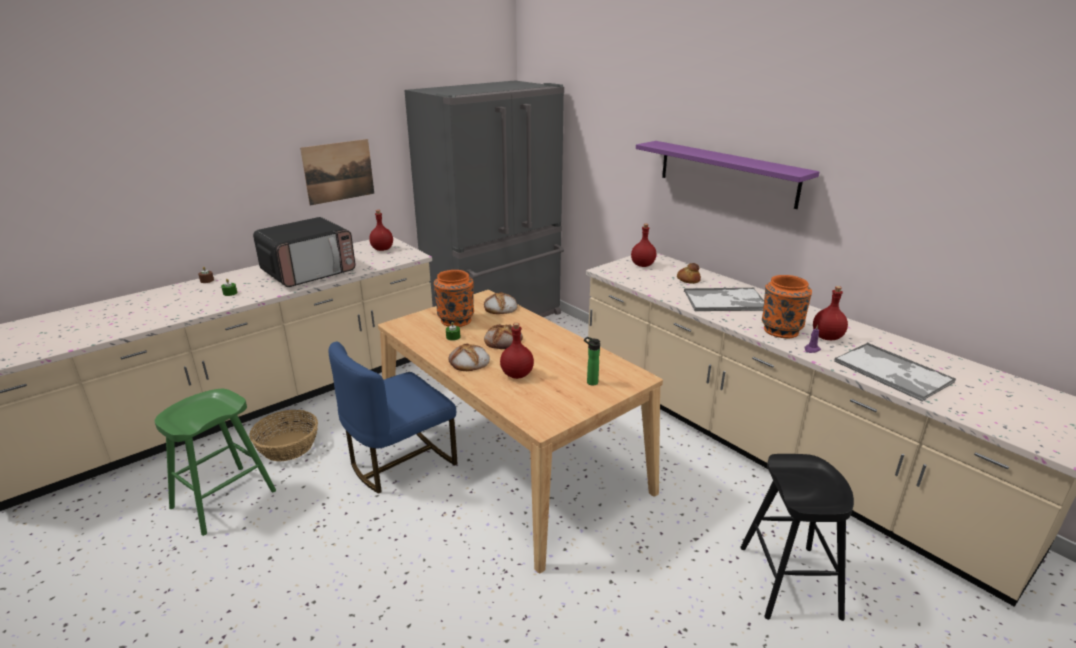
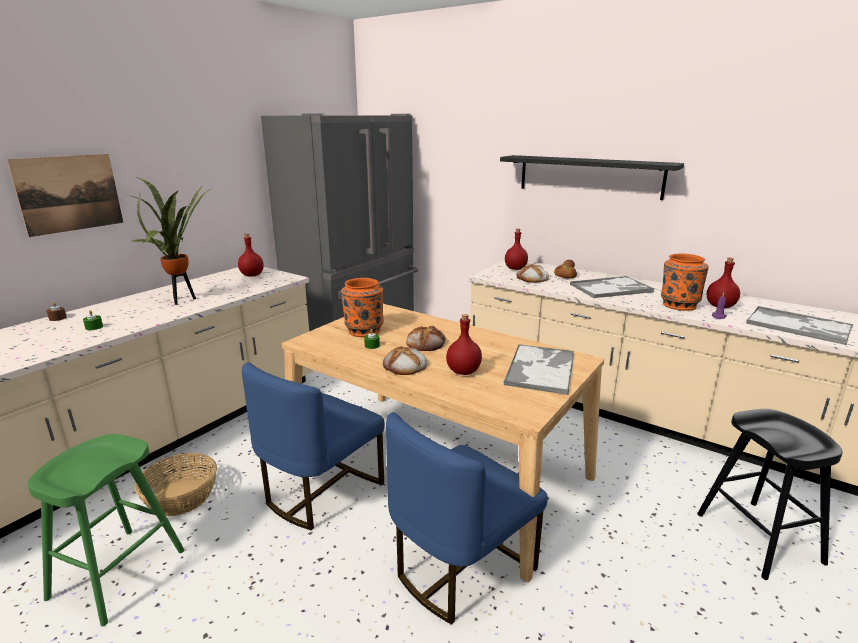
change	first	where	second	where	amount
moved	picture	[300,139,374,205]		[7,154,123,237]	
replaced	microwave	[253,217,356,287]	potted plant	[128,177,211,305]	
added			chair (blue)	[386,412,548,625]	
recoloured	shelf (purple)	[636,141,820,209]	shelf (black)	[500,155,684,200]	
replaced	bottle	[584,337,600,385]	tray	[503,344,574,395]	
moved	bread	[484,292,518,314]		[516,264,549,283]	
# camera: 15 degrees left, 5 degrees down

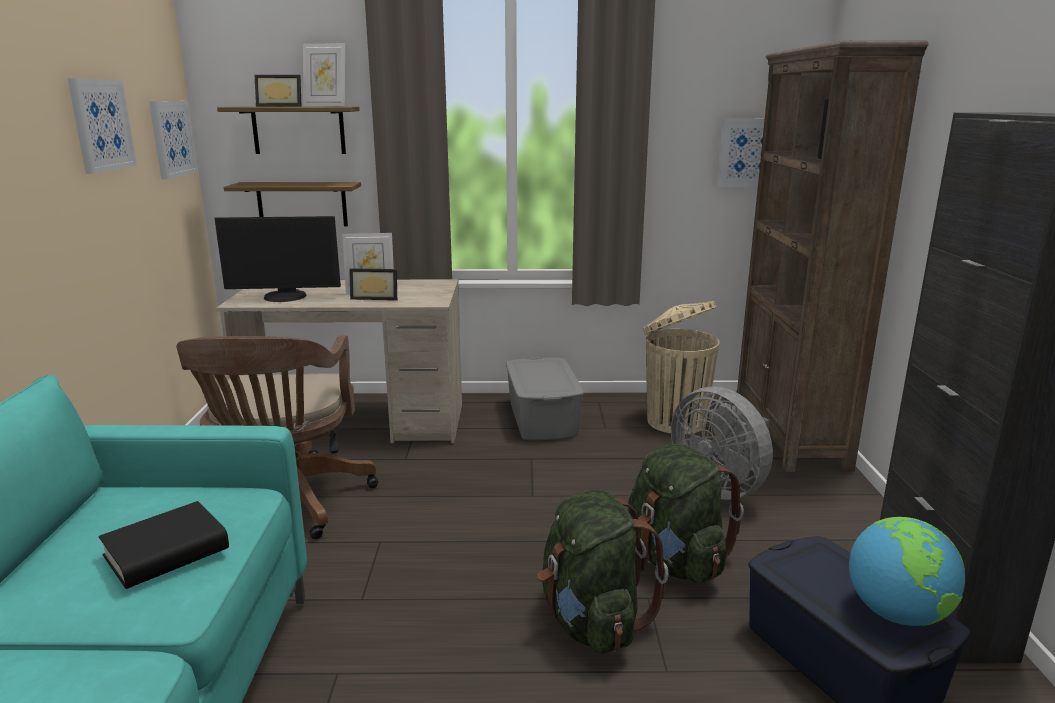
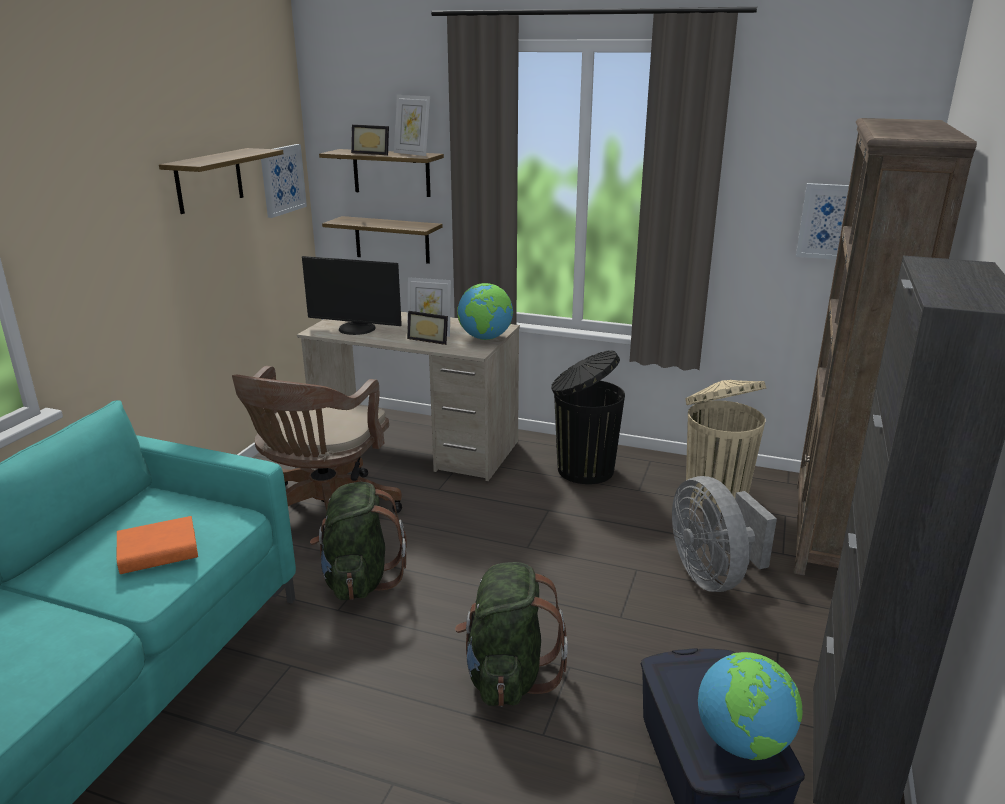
change	first	where	second	where	amount
recoloured	book (black)	[99,501,229,589]	book (orange)	[117,516,198,574]	
replaced	picture	[68,78,137,174]	shelf	[159,148,284,214]	
moved	backpack (green)	[628,444,744,584]		[310,482,407,600]	
added			globe	[457,283,513,340]	
replaced	storage box (grey)	[506,357,584,440]	trash can (black)	[551,350,625,484]	
# camera: 20 degrees right, 5 degrees up

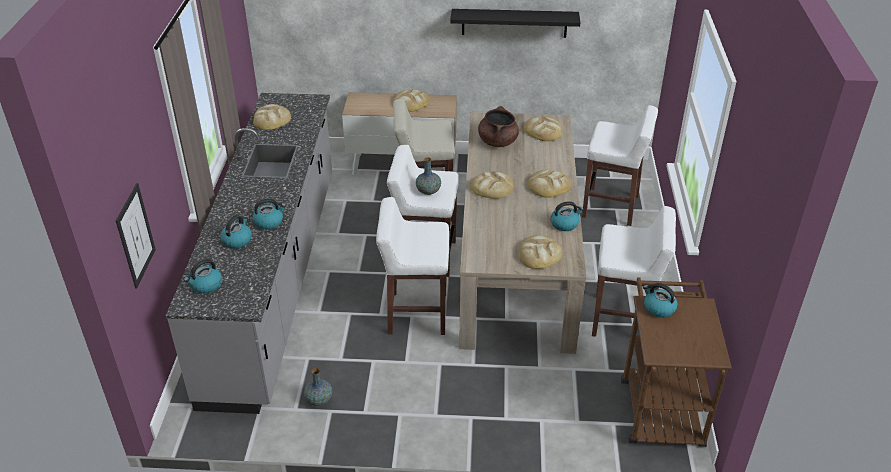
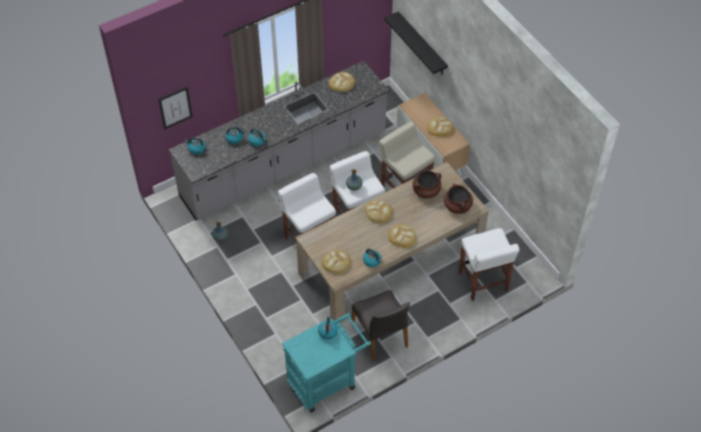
change	first	where	second	where	amount
recoloured	cart (brown)	[621,277,732,447]	cart (turquoise)	[282,313,371,412]	
replaced	stool (white)	[592,206,676,337]	chair (grey)	[351,290,410,361]	
moved	shelf (black)	[450,9,580,38]		[384,11,448,75]	
replaced	bread	[524,116,562,141]	cooking pot (brown)	[444,183,473,214]	
# camera: 55 degrees right, 15 degrees up

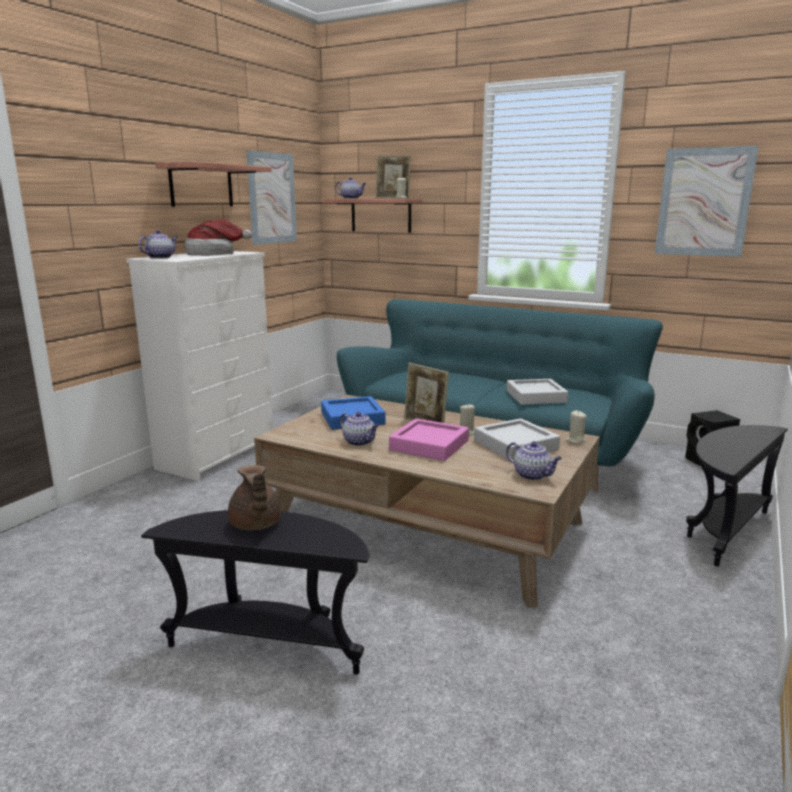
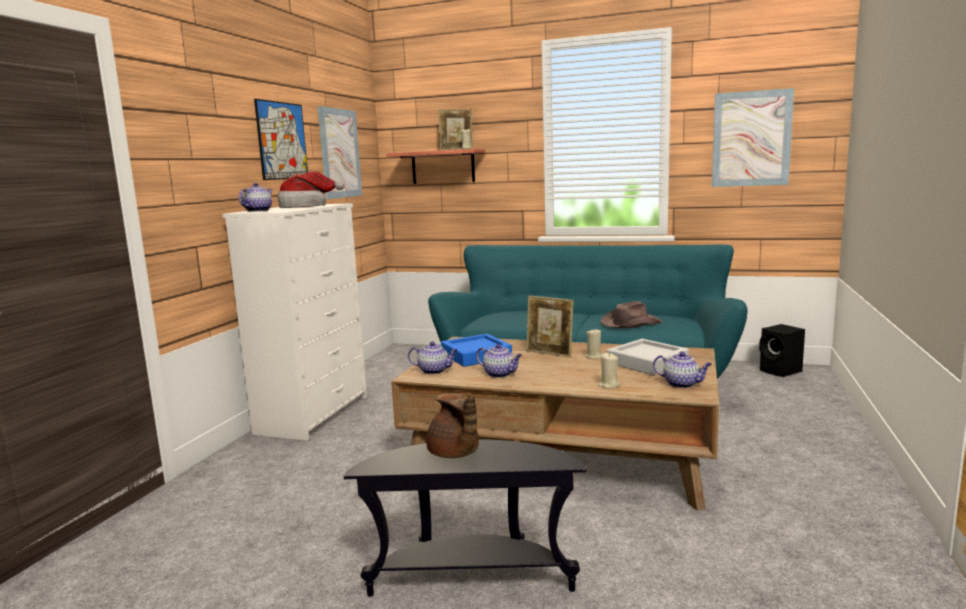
change	first	where	second	where	amount
replaced	shelf	[155,162,272,207]	picture	[254,99,308,180]	
moved	teapot	[335,177,366,199]		[408,342,458,374]	
moved	candle (beige)	[565,410,587,444]		[598,353,620,388]	
replaced	tray (grey)	[506,379,568,405]	hat (brown)	[600,301,662,328]	
removed	tray (pink)	[389,418,469,461]			
removed	side table (black)	[686,425,788,567]			
# camera: 10 degrees left, 5 degrees down

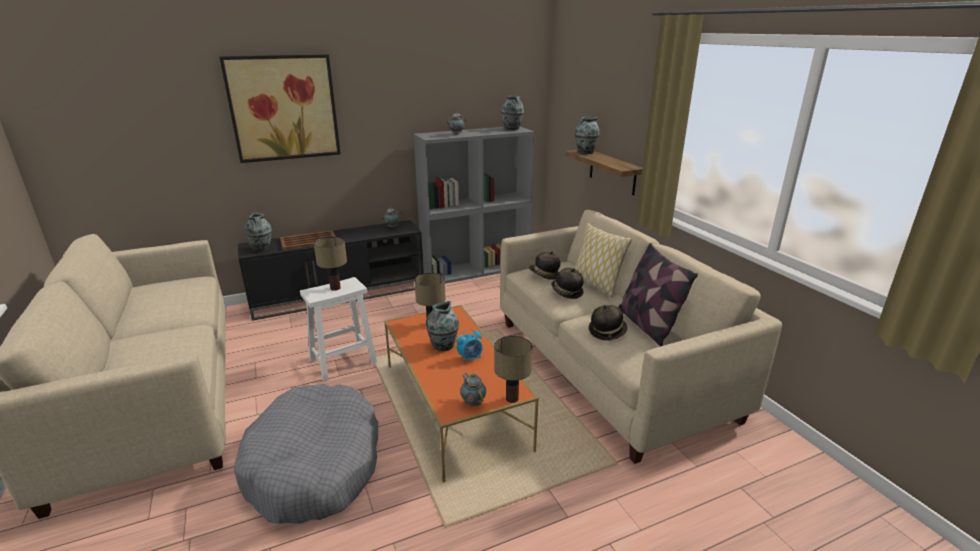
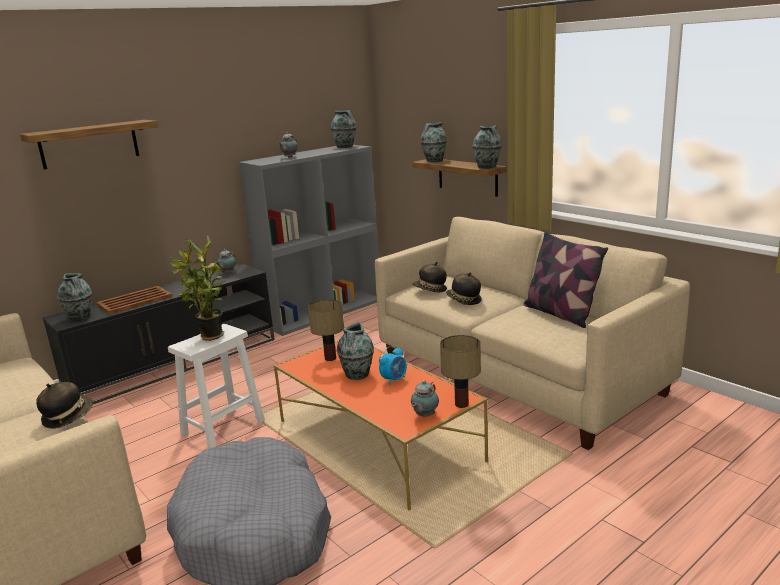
change	first	where	second	where	amount
replaced	picture	[219,54,341,163]	shelf	[20,120,158,170]	
moved	hat	[589,305,627,341]		[36,382,93,429]	
replaced	table lamp	[314,237,347,291]	potted plant	[170,236,226,341]	
turned	teapot	[460,373,486,406]		[411,380,439,417]	105 degrees counterclockwise
added			vase	[473,126,502,169]	
removed	pillow	[574,223,632,297]			
# camera: 15 degrees left, 5 degrees down

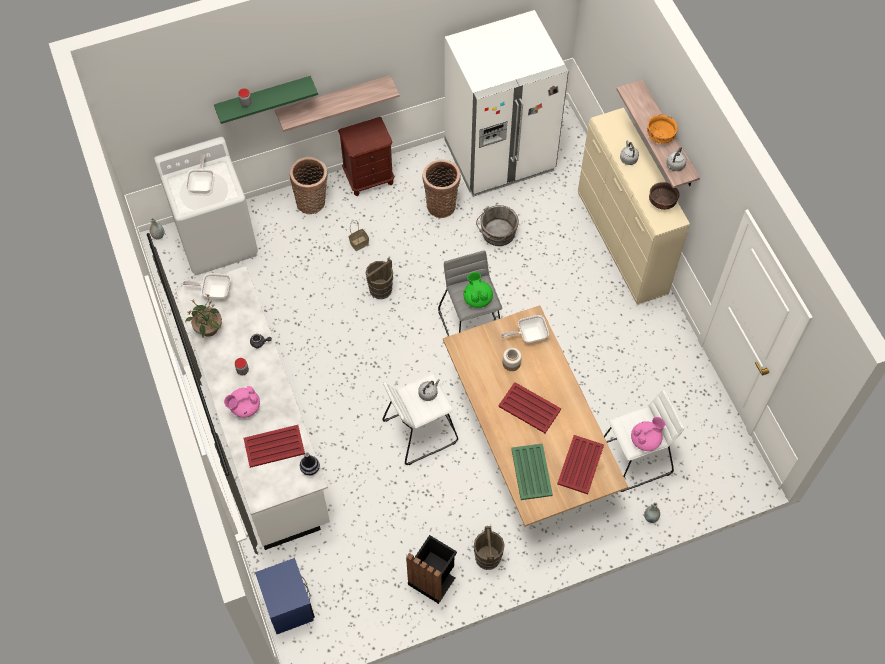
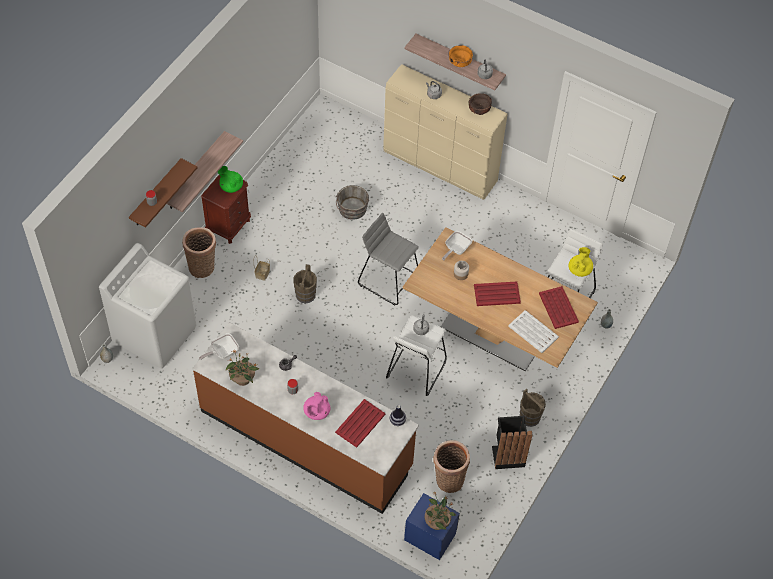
change	first	where	second	where	amount
recoloured	shelf (green)	[214,76,318,124]	shelf (brown)	[129,158,198,228]	
recoloured	counter (white)	[175,266,330,550]	counter (brown)	[192,322,419,514]	
moved	teapot (green)	[463,272,493,308]		[218,166,243,193]	
added			potted plant	[425,492,456,530]	
moved	basket	[423,159,460,218]		[433,440,470,493]	
recoloured	tray (green)	[511,443,553,500]	tray (white)	[508,310,559,353]	
recoloured	teapot (pink)	[631,417,665,451]	teapot (yellow)	[569,247,593,277]	
removed	frying pan	[186,154,214,194]			
removed	fridge (white)	[445,10,569,197]			
# camera: 40 degrees left, 5 degrees down

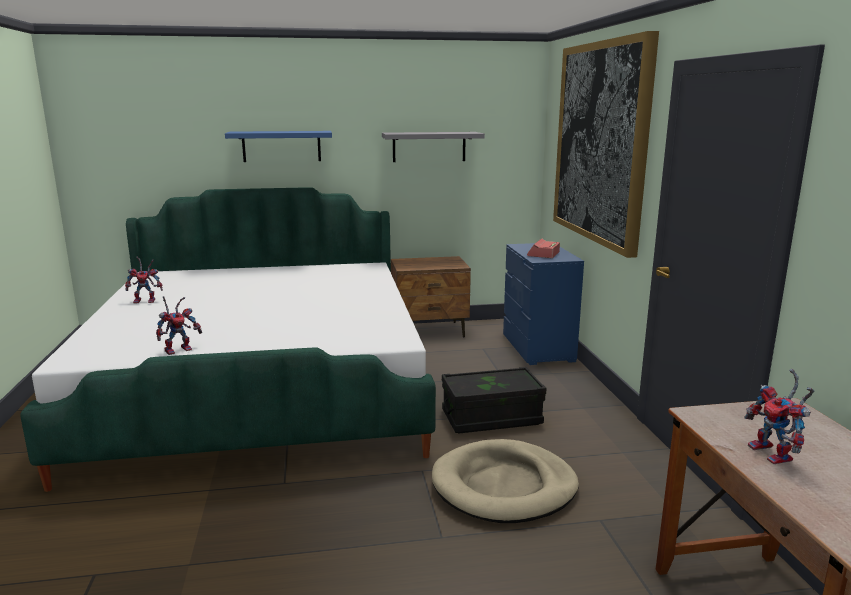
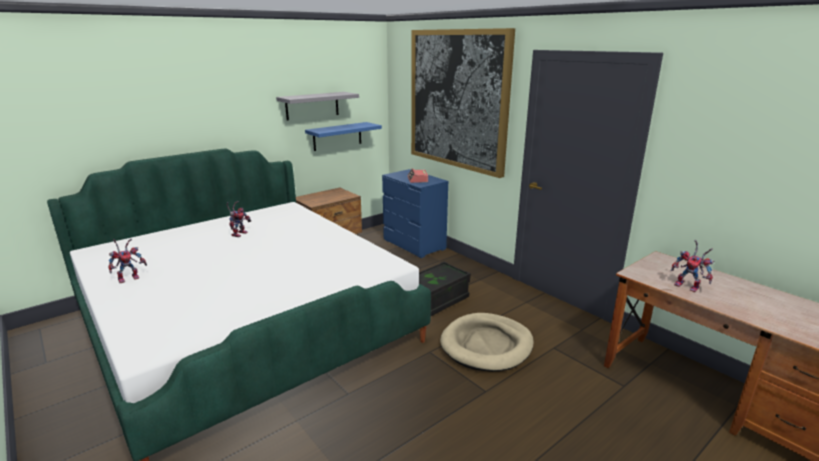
change	first	where	second	where	amount
moved	toy robot	[156,296,202,355]		[227,201,251,237]	
moved	shelf (blue)	[225,131,332,162]		[305,122,382,151]	
# camera: 30 degrees left, 5 degrees up

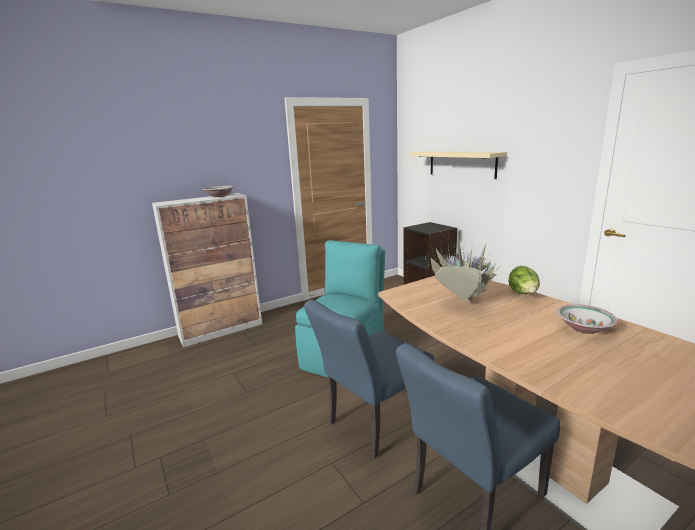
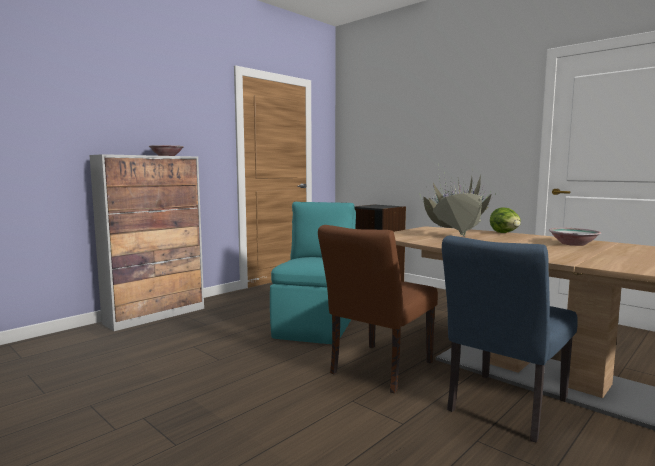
change	first	where	second	where	amount
recoloured	chair (blue)	[304,300,434,459]	chair (brown)	[318,225,438,393]	
removed	shelf (beige)	[410,151,507,179]			
# camera: 15 degrees left, 10 degrees down

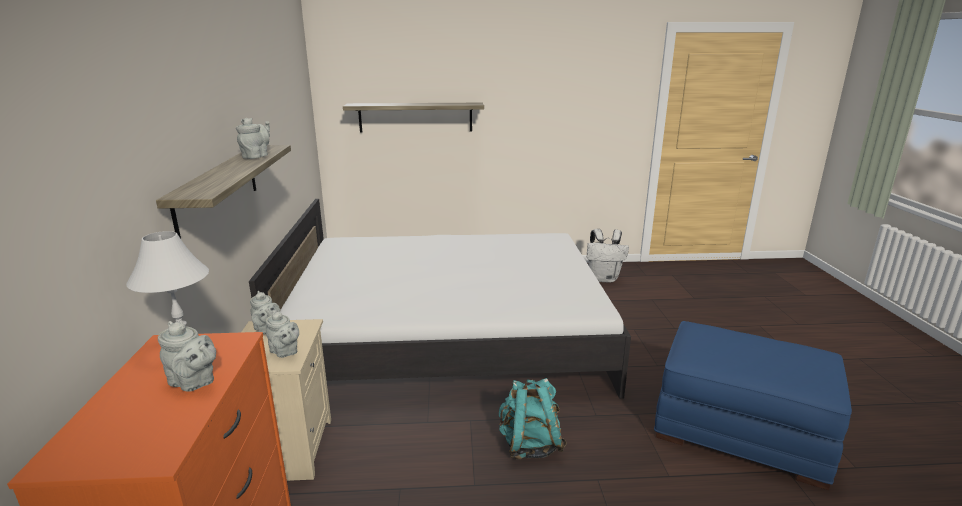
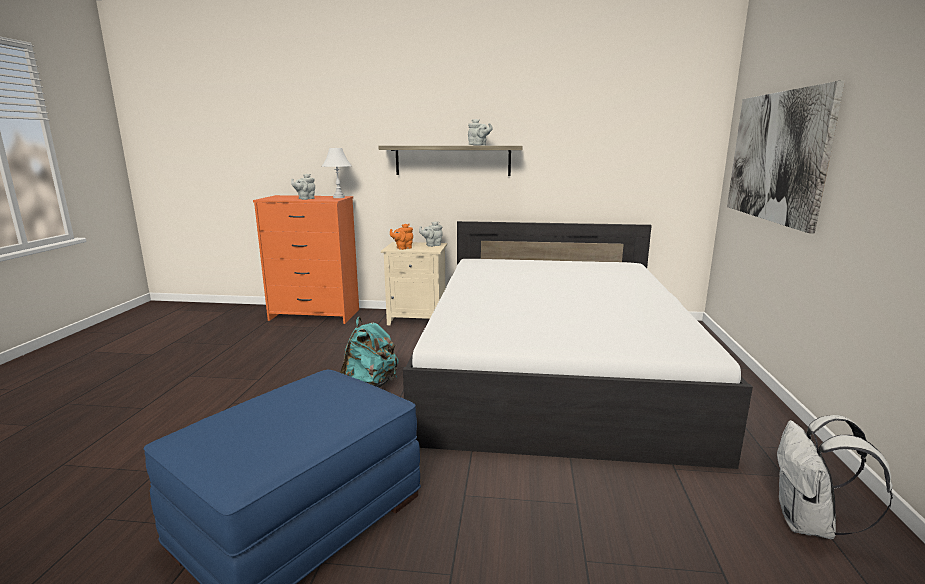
change	first	where	second	where	amount
recoloured	teapot (grey)	[265,311,299,358]	teapot (orange)	[390,223,413,250]	
replaced	shelf	[343,103,484,132]	picture	[727,81,845,233]	
# camera: 100 degrees right, 5 degrees down

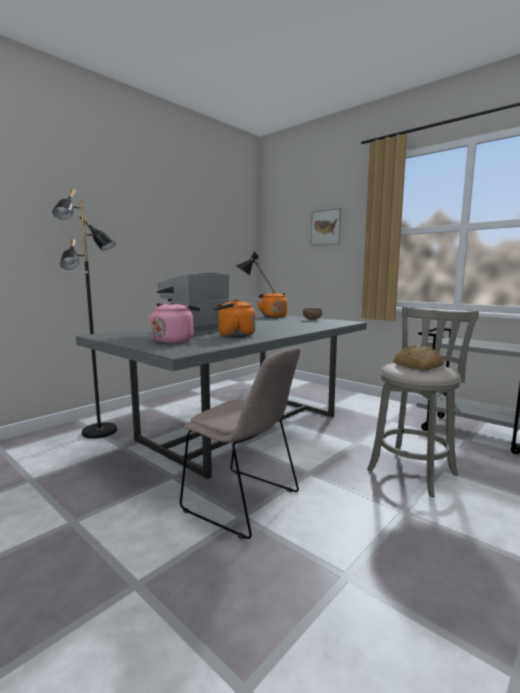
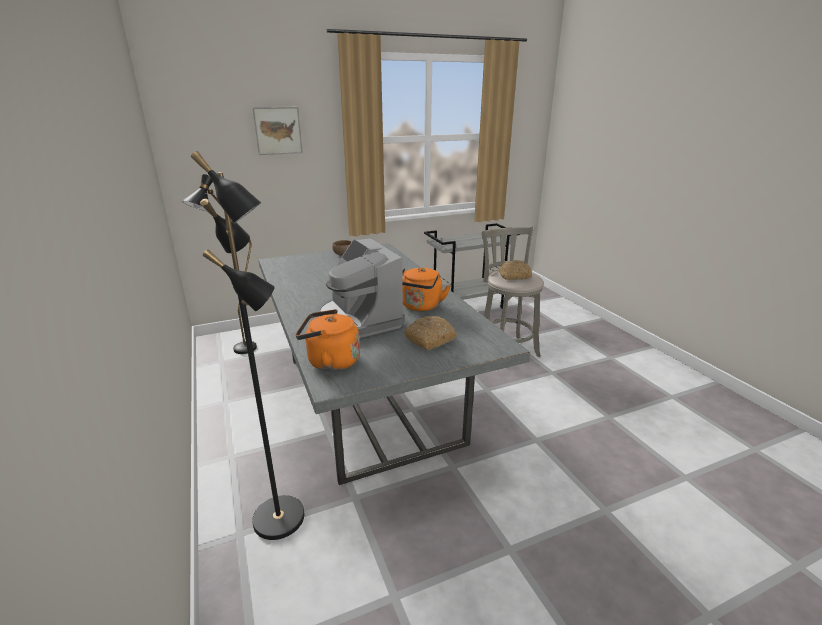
change	first	where	second	where	amount
moved	kettle (orange)	[257,291,287,317]		[296,309,360,371]	
replaced	kettle (pink)	[148,301,200,344]	bread	[404,316,457,350]	
removed	chair (beige)	[180,347,300,539]			
# camera: 65 degrees left, 15 degrees up

